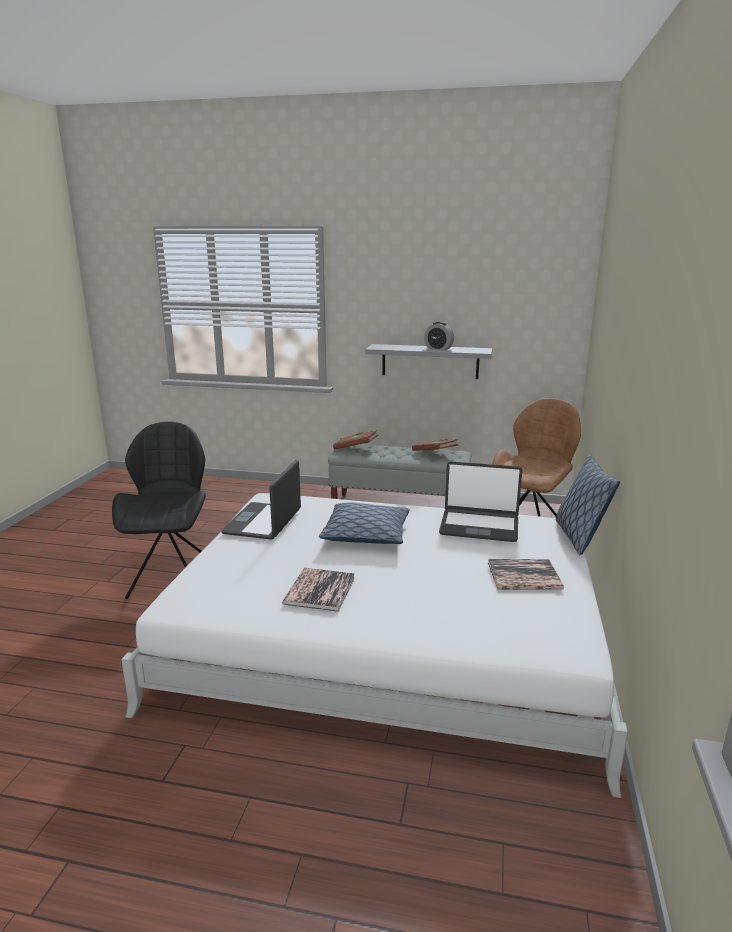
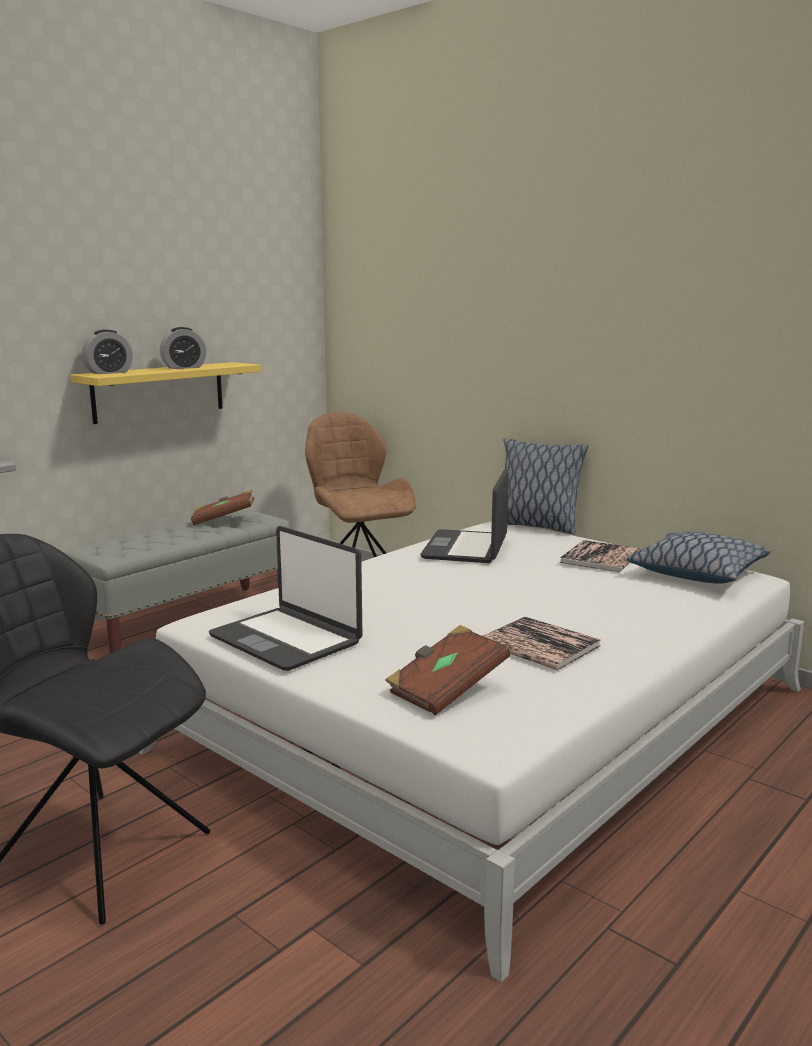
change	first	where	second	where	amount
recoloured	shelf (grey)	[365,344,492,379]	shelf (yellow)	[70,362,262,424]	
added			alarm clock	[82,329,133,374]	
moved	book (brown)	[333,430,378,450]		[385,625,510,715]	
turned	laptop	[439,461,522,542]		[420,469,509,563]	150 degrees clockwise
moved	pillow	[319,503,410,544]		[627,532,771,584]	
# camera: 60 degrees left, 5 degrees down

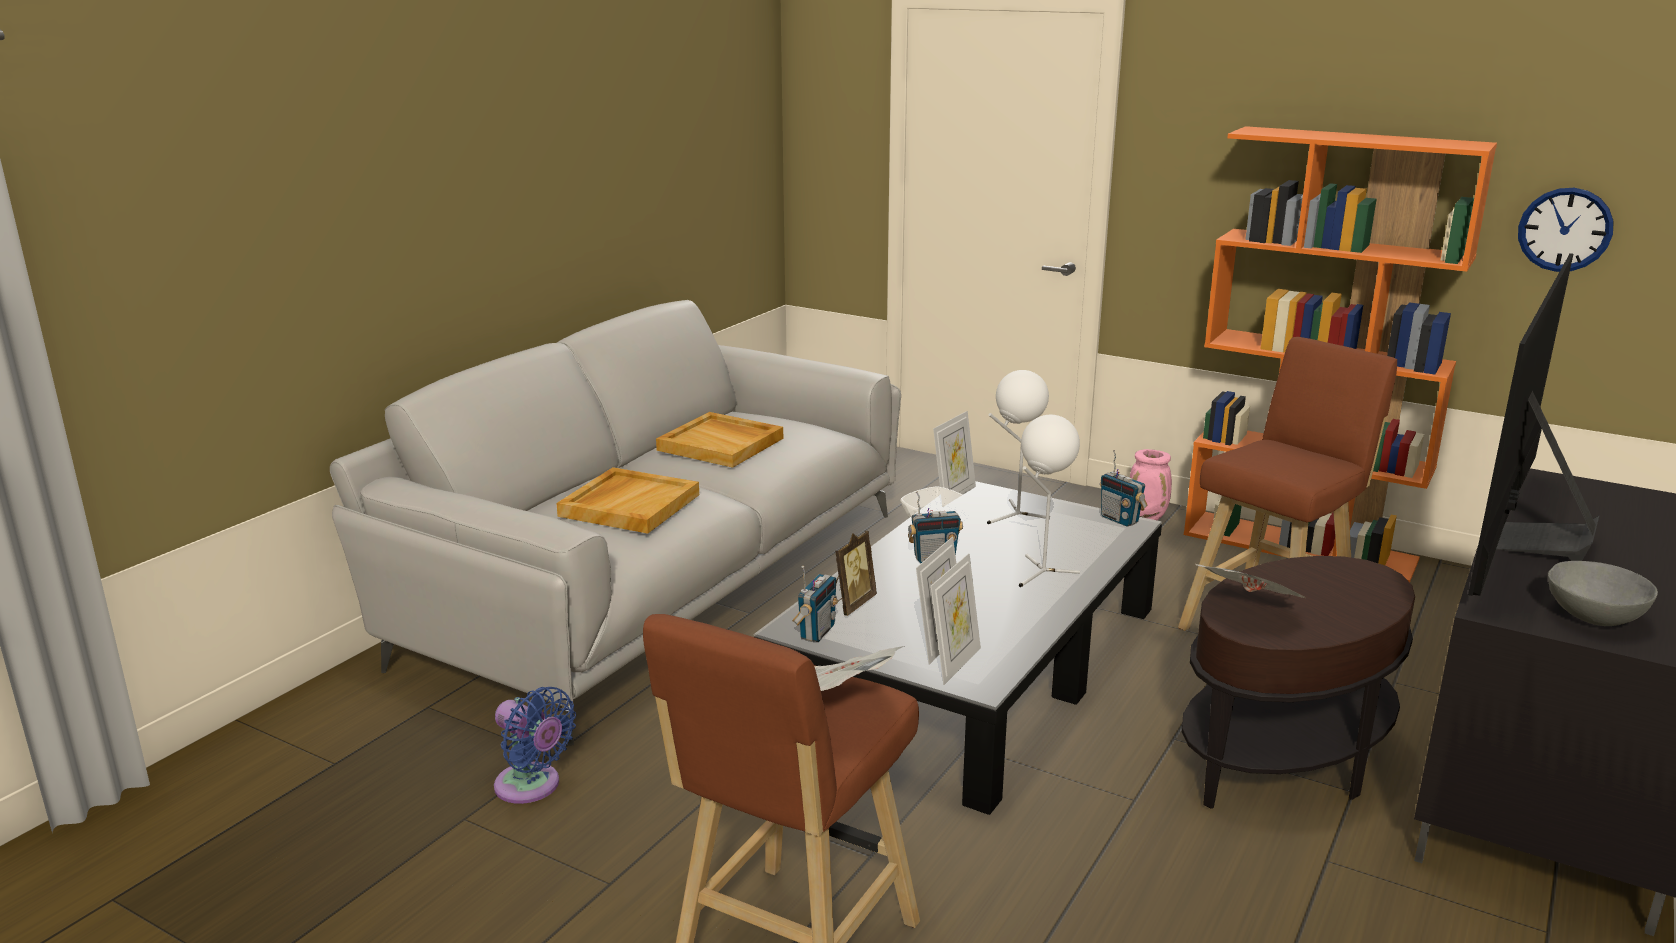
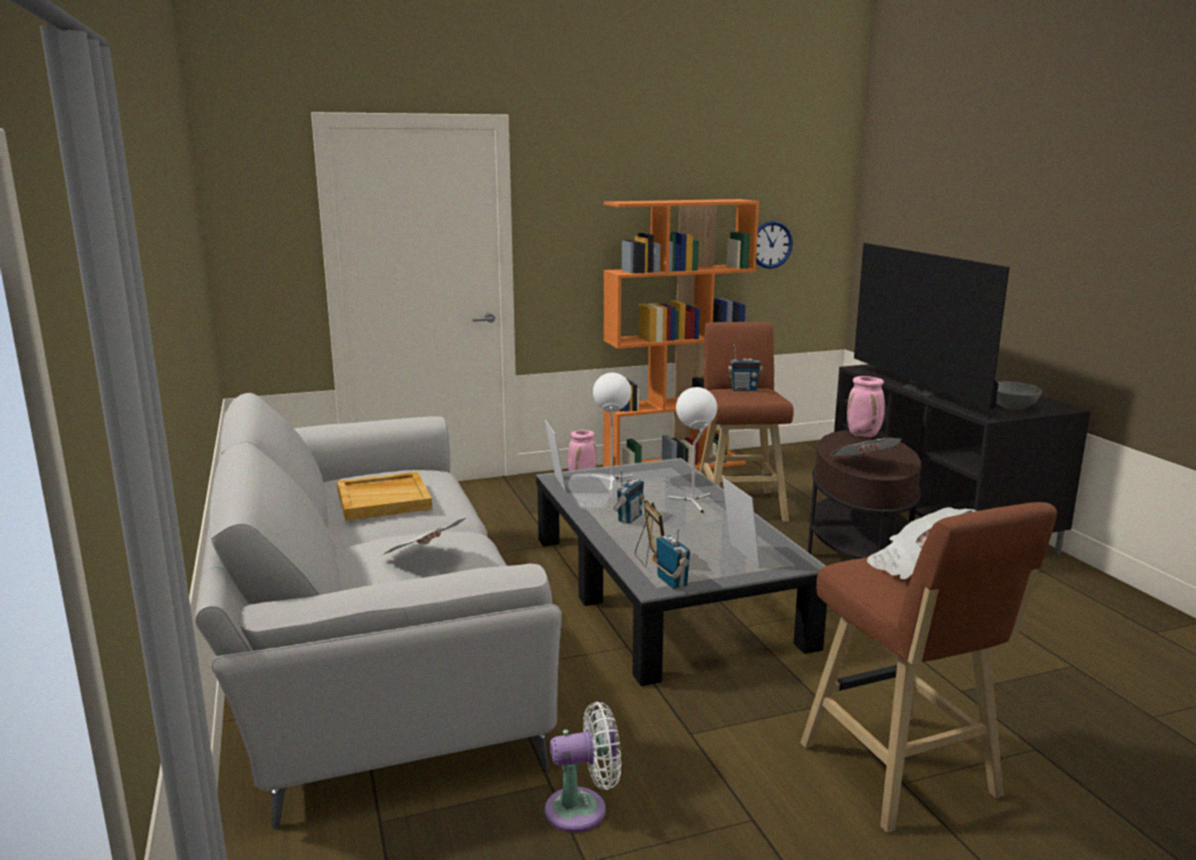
change	first	where	second	where	amount
replaced	tray (beige)	[556,467,699,534]	newspaper	[383,518,467,555]	
recoloured	fan (blue)	[494,687,576,804]	fan (white)	[544,702,621,833]	
moved	radio	[1100,450,1148,526]		[728,344,763,391]	
added			vase (pink)	[847,376,885,437]	
removed	picture frame	[931,553,981,685]			
# camera: 50 degrees left, 5 degrees down

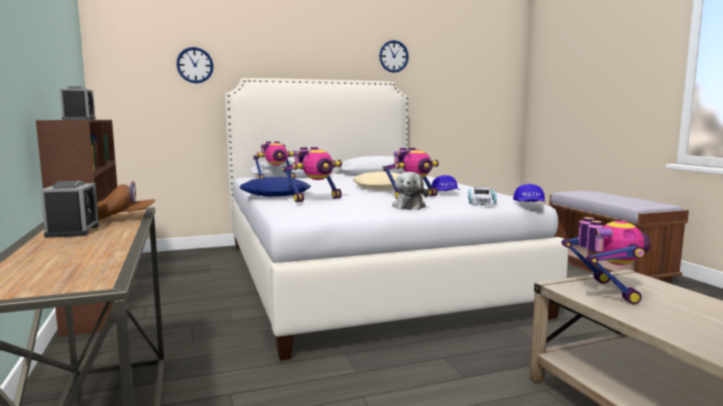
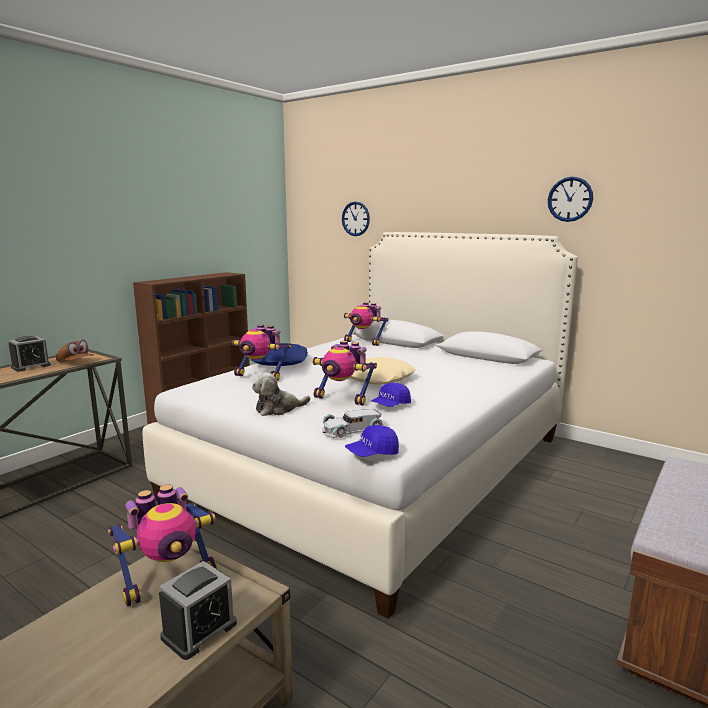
change	first	where	second	where	amount
moved	alarm clock	[60,86,96,120]		[159,561,237,660]	
# camera: 55 degrees right, 5 degrees up

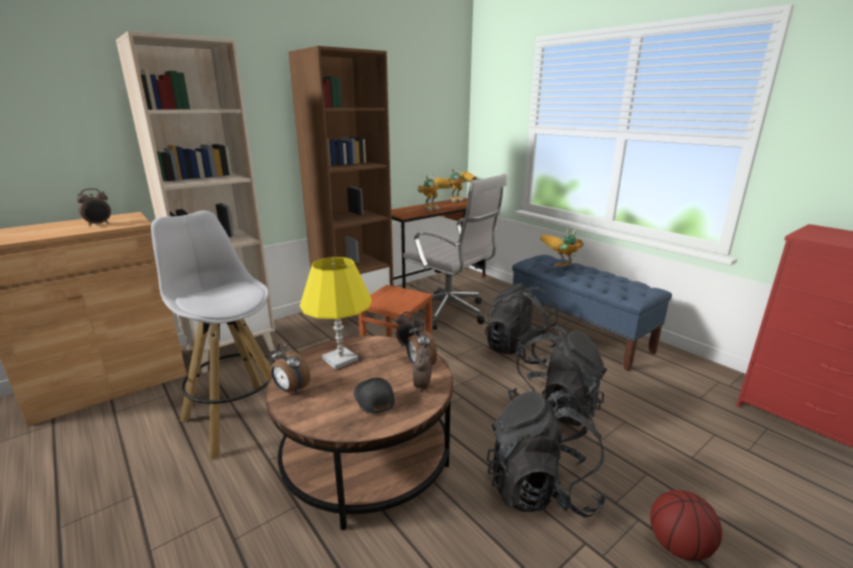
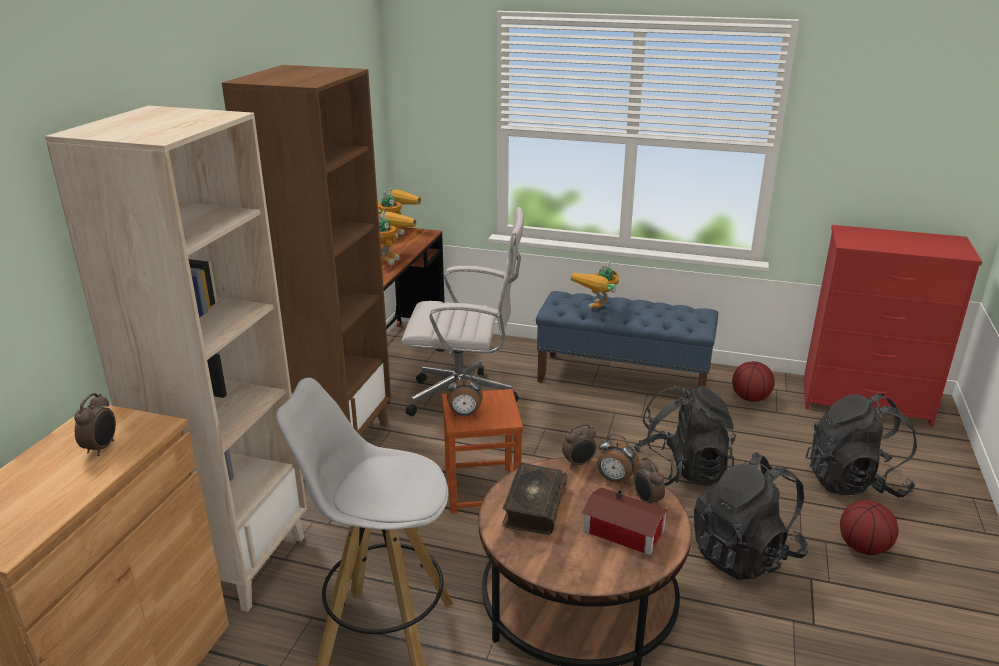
change	first	where	second	where	amount
moved	alarm clock	[271,344,310,394]		[447,373,483,416]	
replaced	table lamp (yellow)	[300,257,372,369]	book	[502,463,567,535]	
replaced	cap (black)	[354,378,395,414]	toy house	[582,487,669,555]	
added			basketball	[732,361,775,402]	
moved	backpack (black)	[485,283,558,364]		[806,393,917,497]	
# camera: 35 degrees left, 5 degrees up

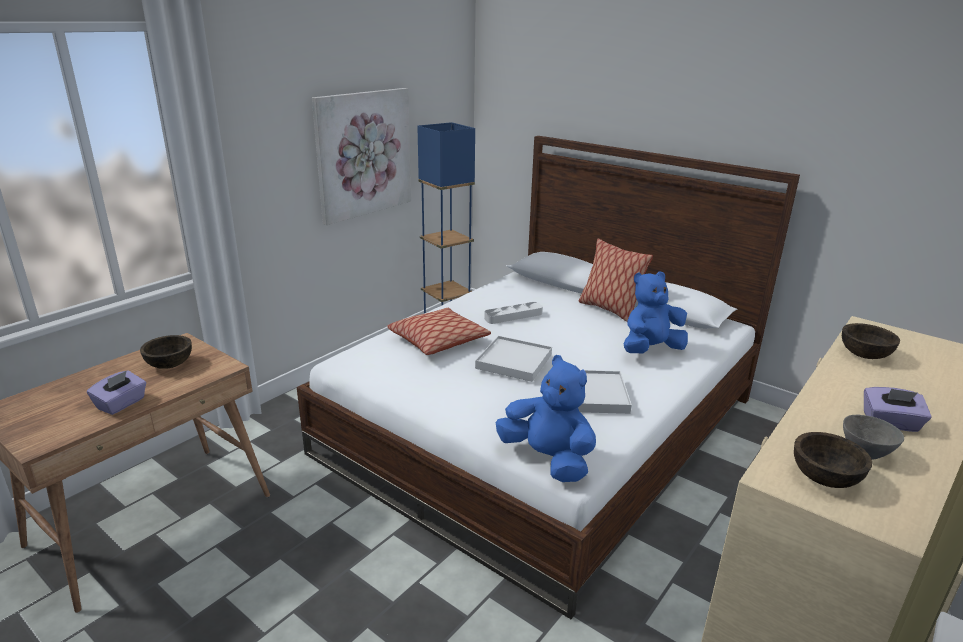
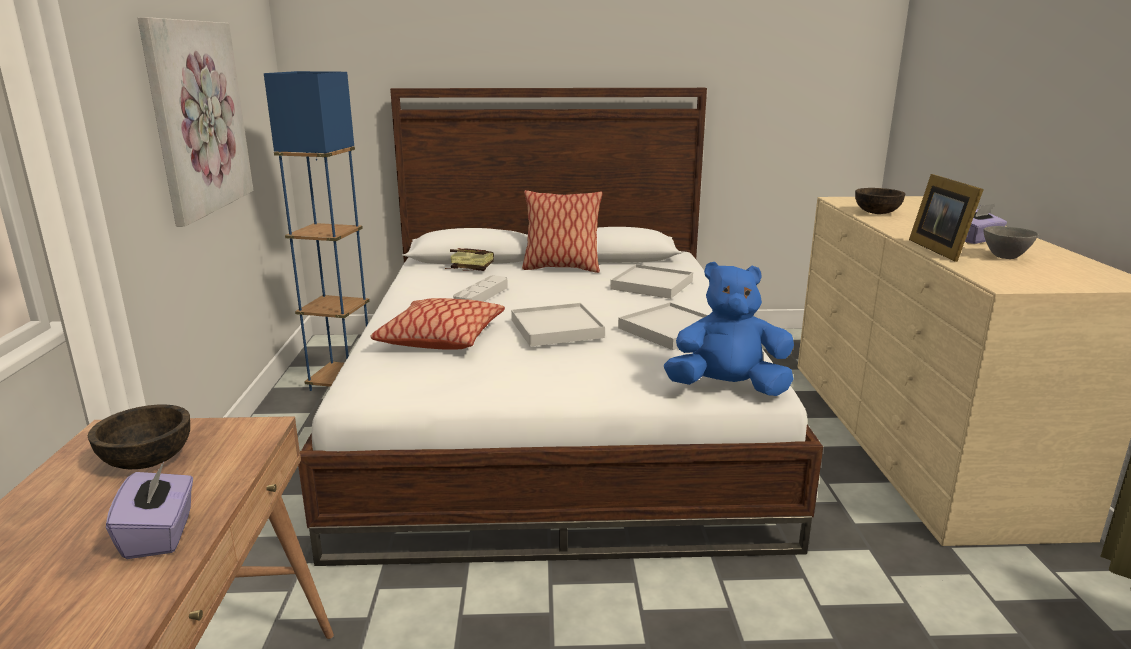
change	first	where	second	where	amount
added			book	[445,248,494,271]	
replaced	plush toy (blue)	[624,271,688,353]	tray (white)	[610,264,693,299]	
added			picture frame	[909,174,984,262]	
removed	bowl (brown)	[794,432,872,488]			
# camera: 40 degrees left, 5 degrees down

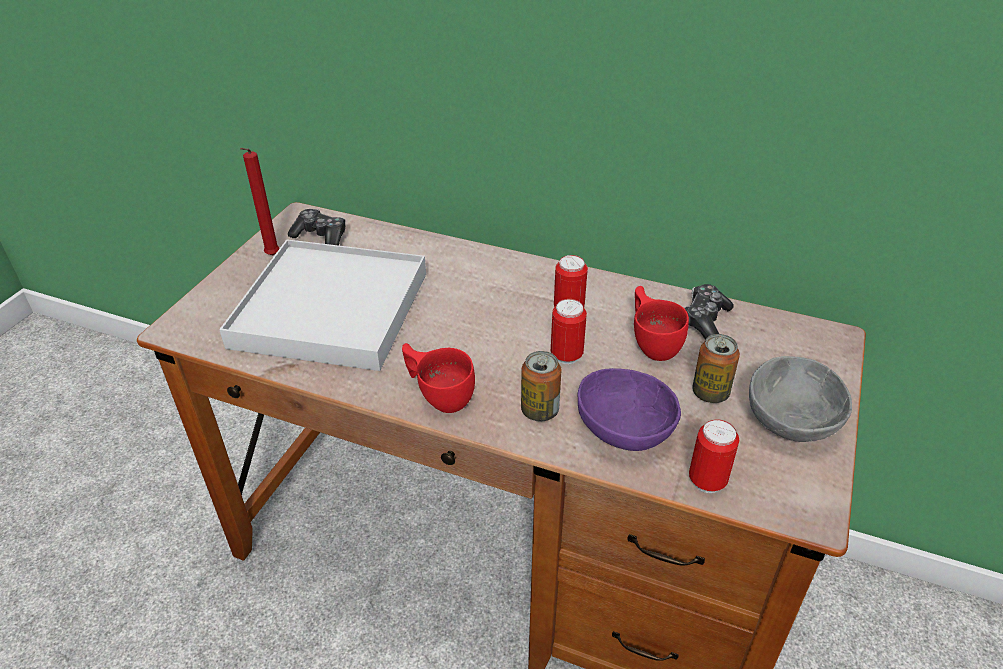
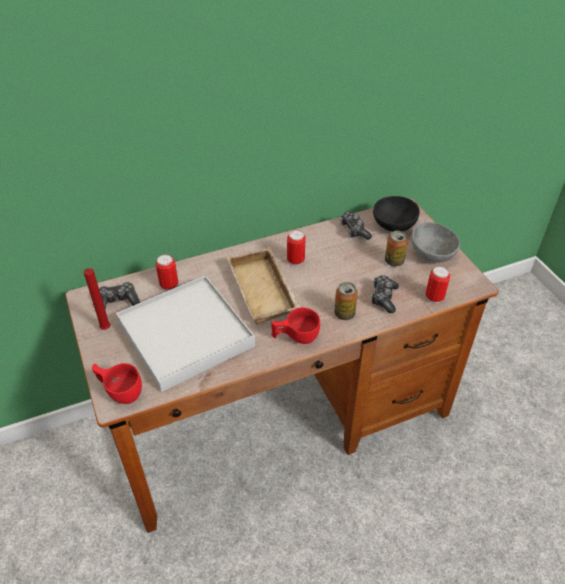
change	first	where	second	where	amount
moved	cup (red)	[634,286,689,361]		[92,363,142,404]	
moved	can	[551,299,587,364]		[155,254,178,291]	
added			tray (beige)	[227,247,300,325]	
replaced	bowl (purple)	[577,368,681,451]	game controller	[371,275,399,313]	
added			bowl (black)	[373,196,420,232]	
# camera: 45 degrees left, 5 degrees up

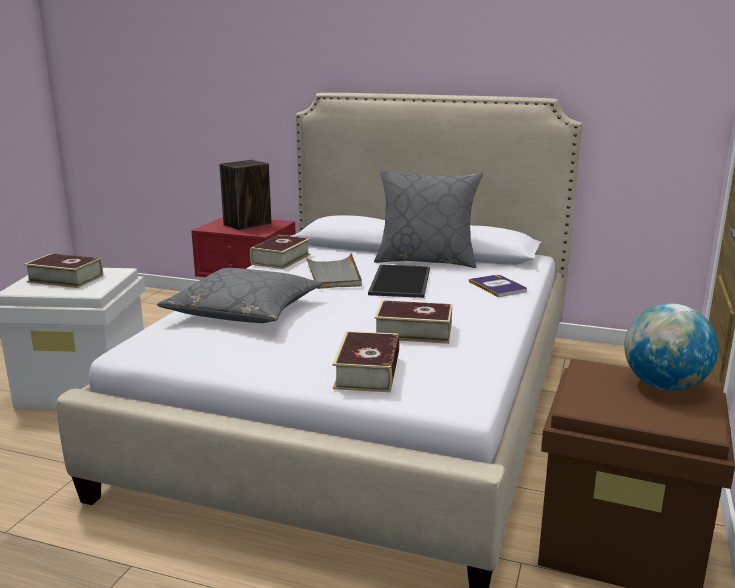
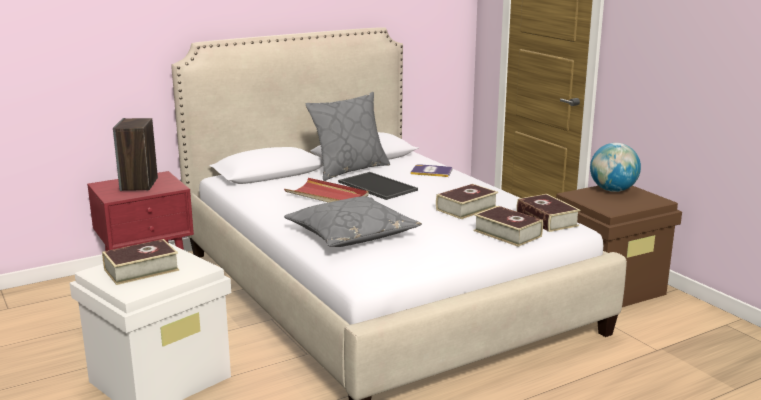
change	first	where	second	where	amount
recoloured	tray (grey)	[305,253,362,289]	tray (red)	[284,178,369,203]	
moved	book	[250,235,311,269]		[516,194,580,232]	
# camera: 50 degrees left, 0 degrees up

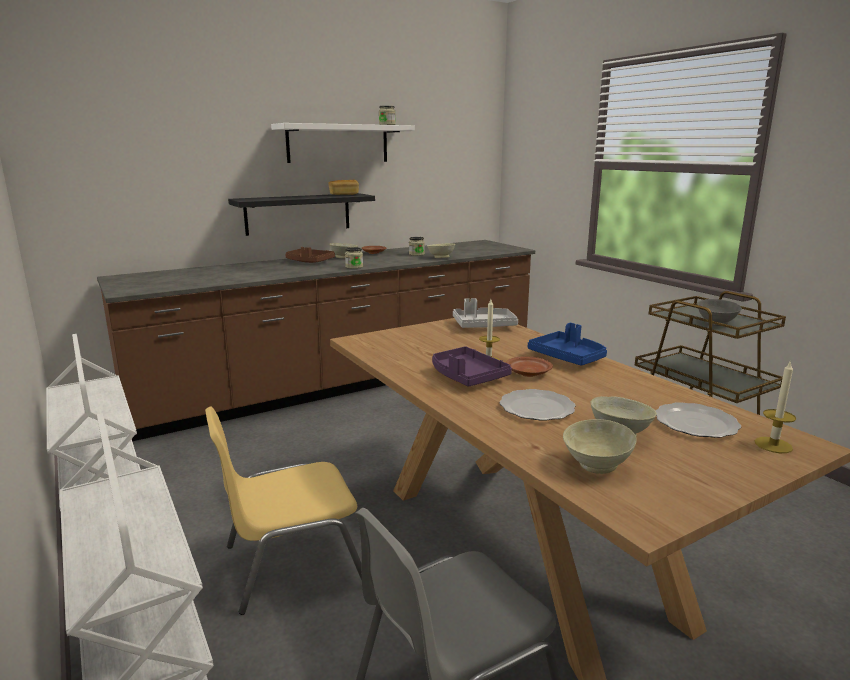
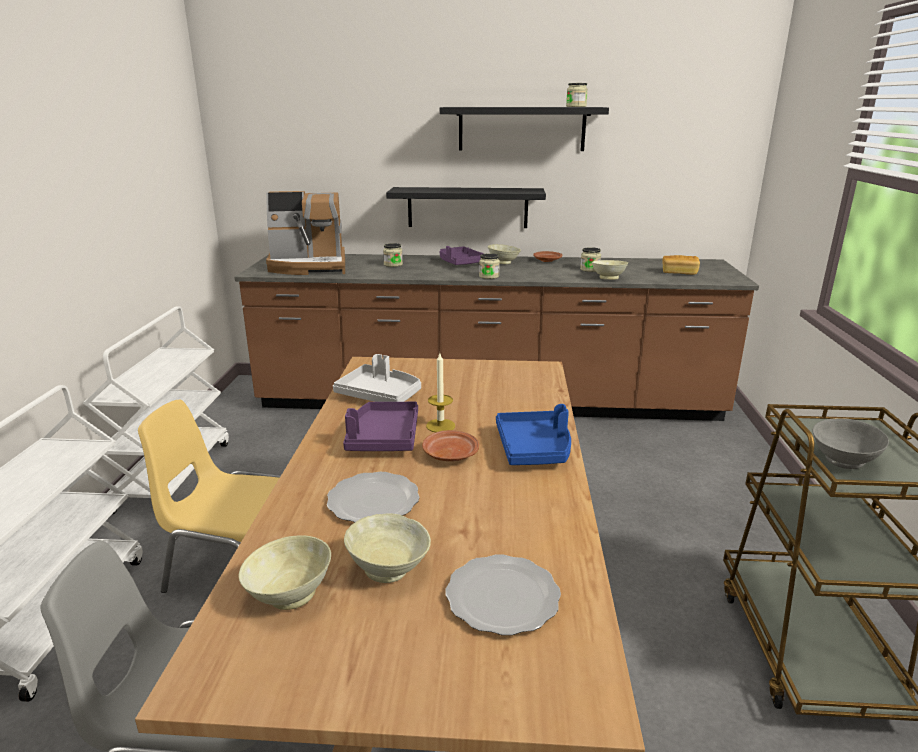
change	first	where	second	where	amount
added			coffee machine	[266,191,345,275]	
moved	tray (grey)	[453,298,518,328]		[333,354,421,402]	
added			jar	[383,243,403,267]	
recoloured	shelf (white)	[271,123,415,163]	shelf (black)	[440,107,609,151]	
recoloured	tray (brown)	[285,247,335,263]	tray (purple)	[440,246,484,265]	
moved	bread	[328,180,359,195]		[662,255,700,275]	
removed	candle	[755,360,796,453]			
# camera: 35 degrees right, 5 degrees up

